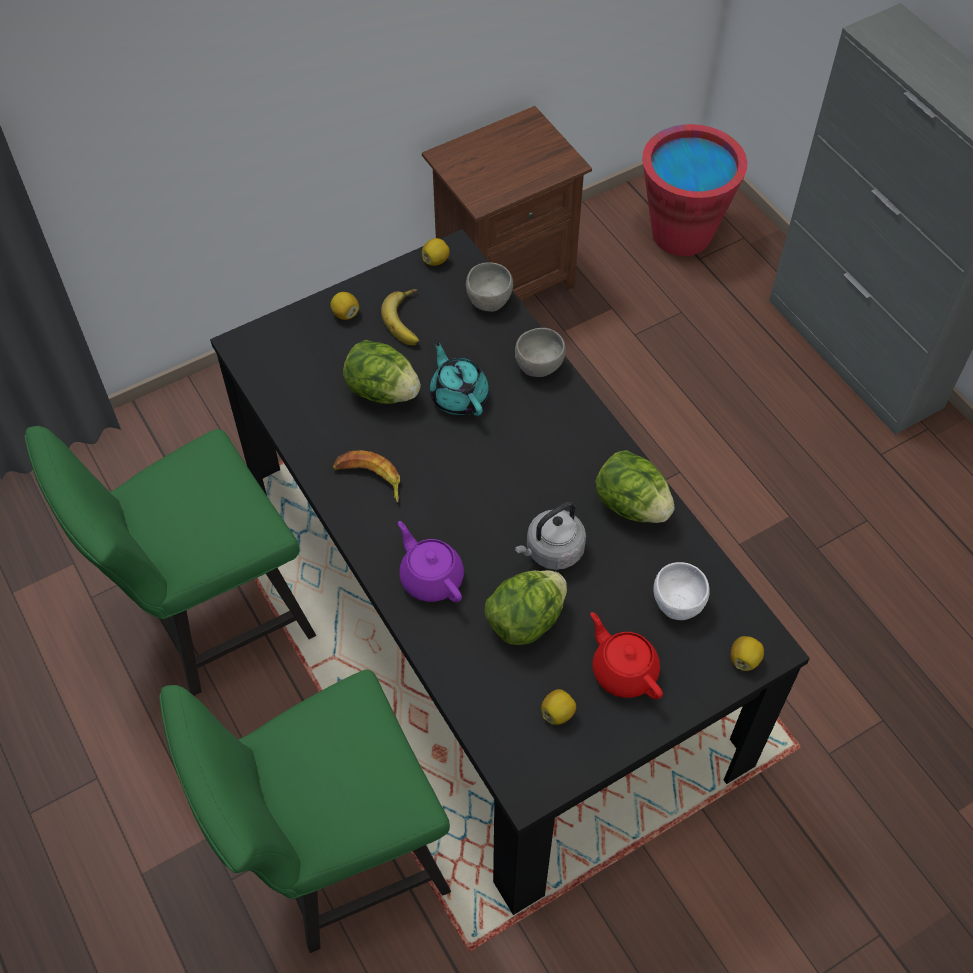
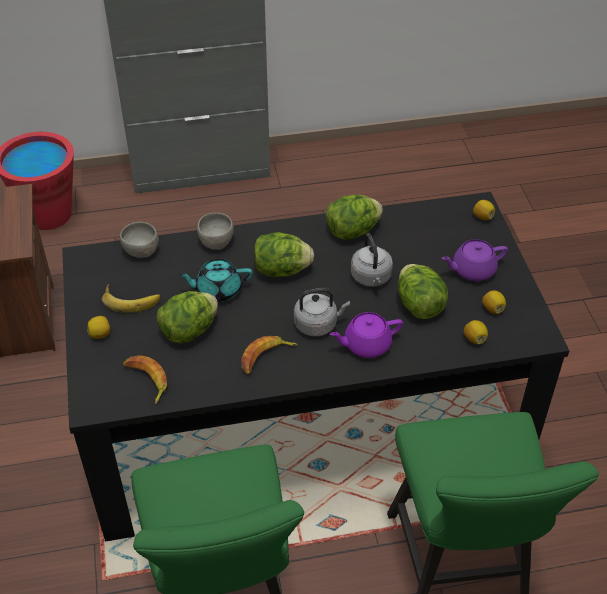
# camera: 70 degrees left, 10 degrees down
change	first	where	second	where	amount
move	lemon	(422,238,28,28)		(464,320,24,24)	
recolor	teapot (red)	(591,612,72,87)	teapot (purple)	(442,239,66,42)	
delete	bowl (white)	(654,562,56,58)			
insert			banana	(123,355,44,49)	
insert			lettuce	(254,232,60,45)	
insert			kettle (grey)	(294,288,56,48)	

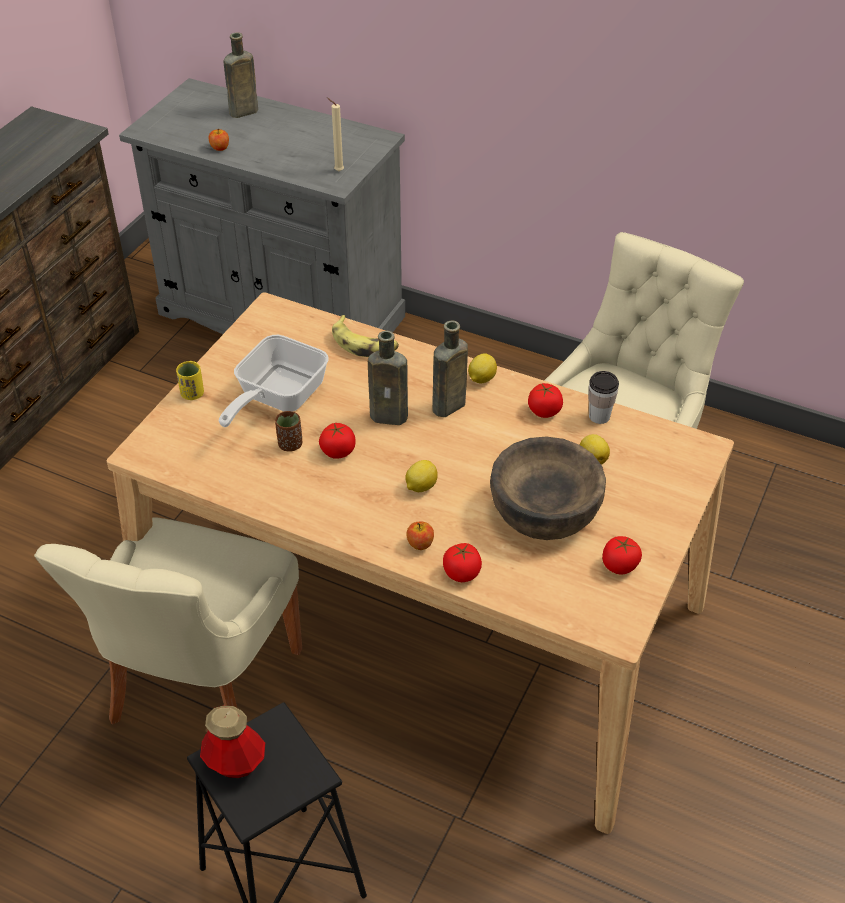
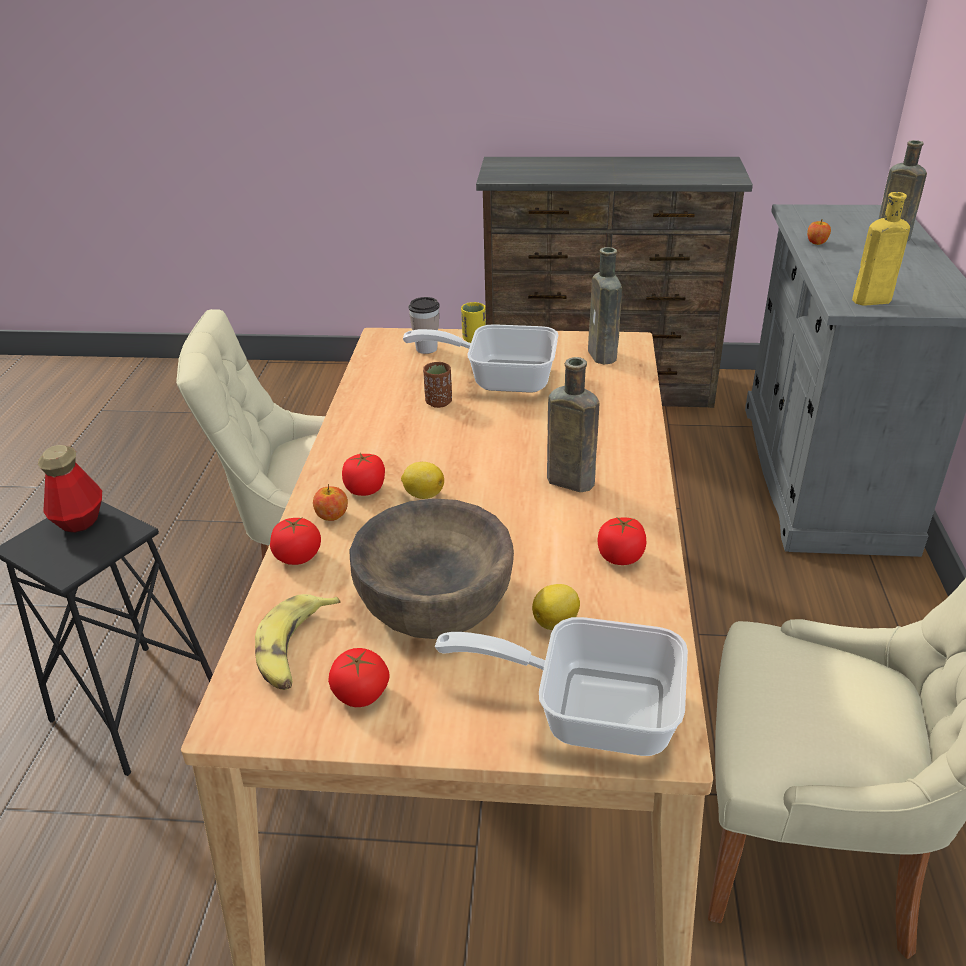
# camera: 70 degrees right, 10 degrees down
change	first	where	second	where	amount
move	tomato	(319,423,36,36)		(342,453,43,43)	
replace	candle (beige)	(327,97,17,75)	bottle (yellow)	(852,192,58,114)	
move	banana	(332,315,67,42)		(255,594,86,96)	
move	bottle (brown)	(368,331,40,94)		(588,247,34,117)	
delete	lemon	(468,353,29,30)			
move	cup	(589,371,30,53)		(408,297,32,57)	
insert			frying pan	(435,617,253,139)	

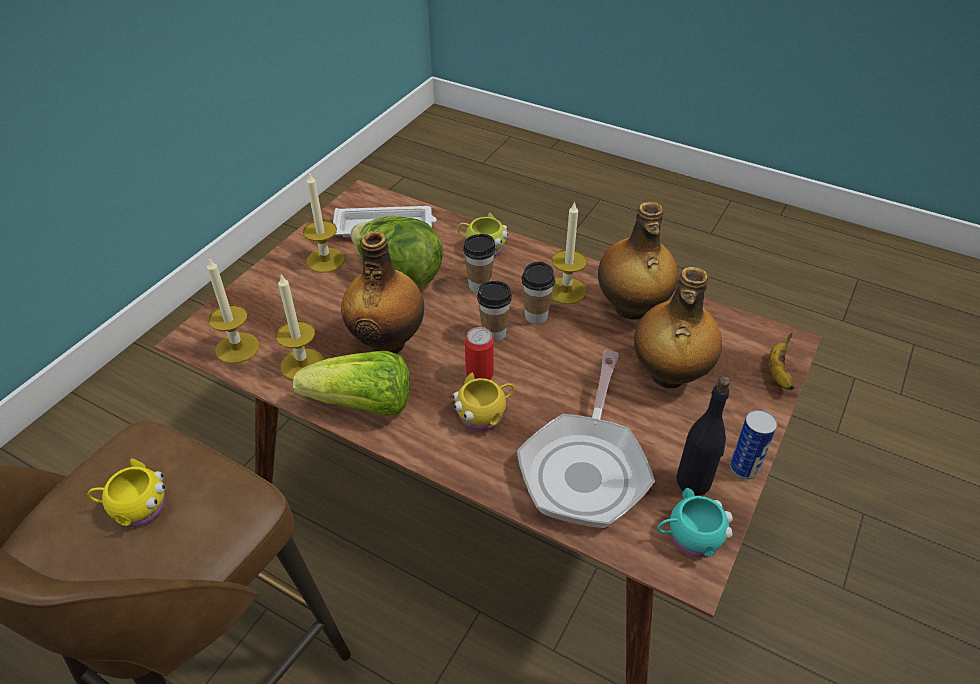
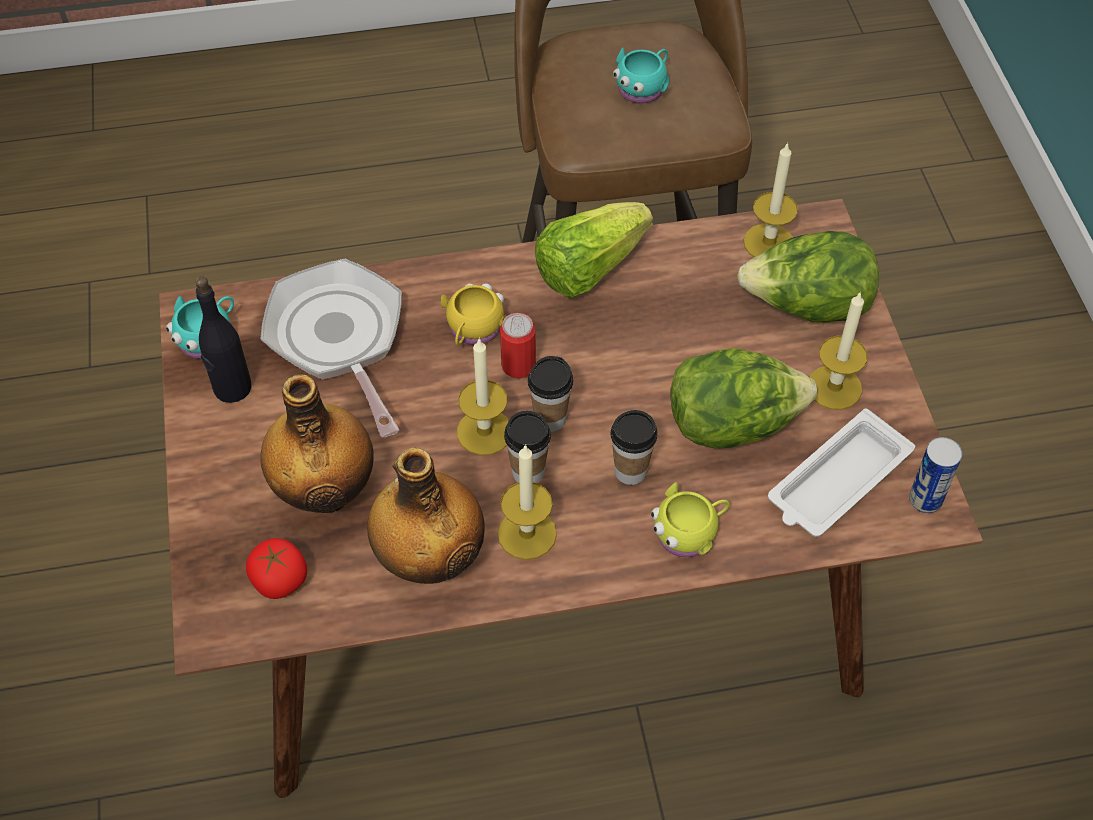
# camera: 140 degrees right, 10 degrees up
change	first	where	second	where	amount
recolor	mug (yellow)	(87,459,78,68)	mug (turquoise)	(613,47,56,57)	
move	candle	(276,274,49,106)		(457,338,52,117)	
delete	bottle	(341,231,83,123)			
move	can	(730,410,47,70)		(909,437,53,76)	
delete	banana	(769,333,26,57)			
insert			tomato	(246,538,61,61)	
insert			lettuce	(737,231,142,92)	

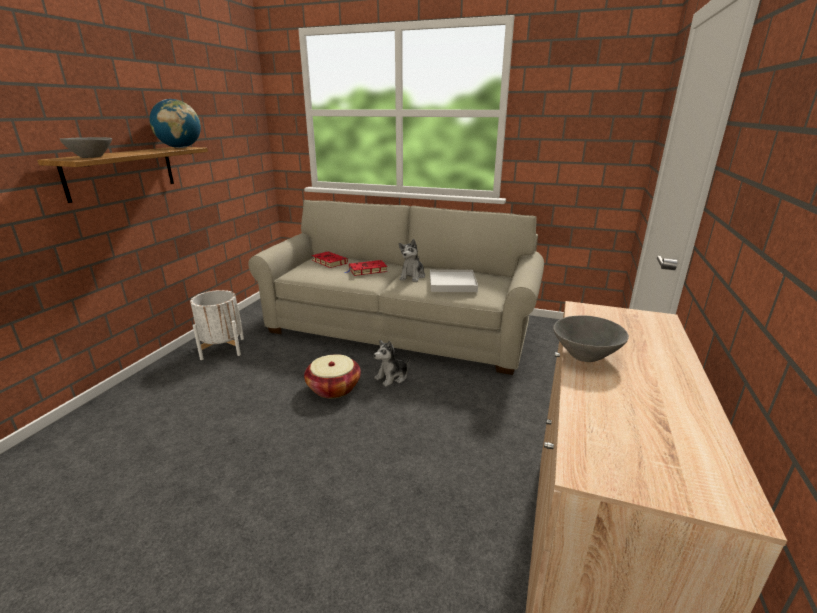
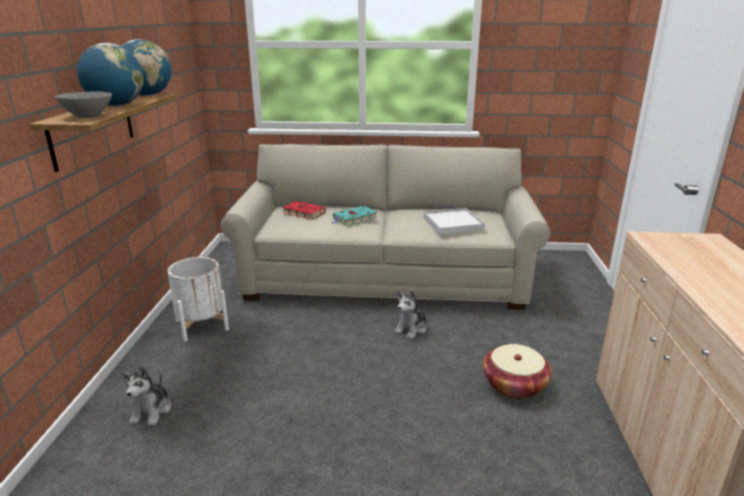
# camera: 15 degrees left, 0 degrees up
change	first	where	second	where	amount
move	basket	(304,354,57,44)		(483,344,69,55)	
recolor	book (red)	(345,260,43,16)	book (turquoise)	(332,206,45,20)	
move	plush toy	(399,239,26,43)		(121,366,50,60)	
delete	bowl (grey)	(553,315,76,47)			
insert			globe	(77,43,67,63)	

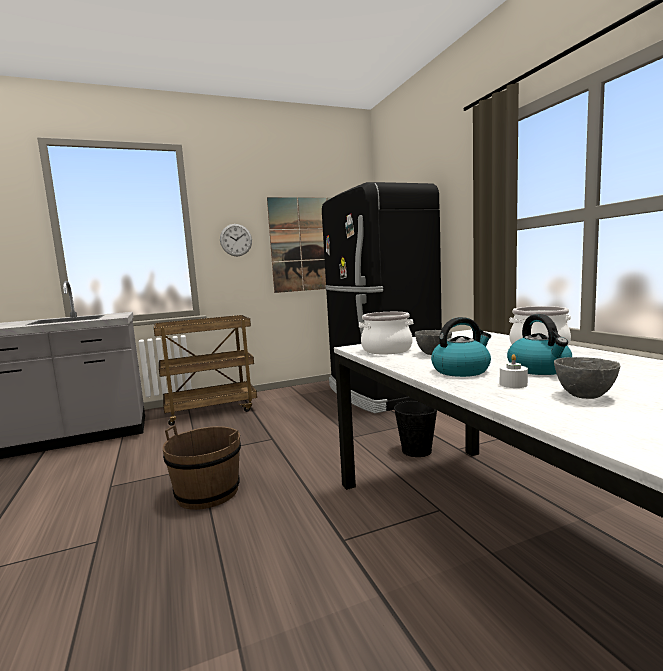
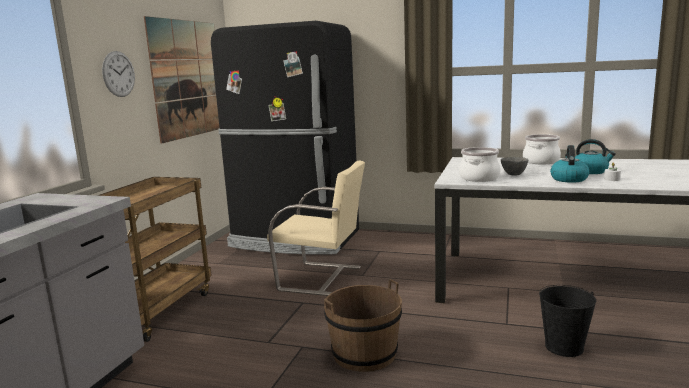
# camera: 50 degrees left, 5 degrees up
change	first	where	second	where	amount
move	bucket (black)	(394,400,43,57)		(539,285,57,72)	
delete	bowl (grey)	(554,357,66,42)			
insert			chair (beige)	(267,160,98,136)	

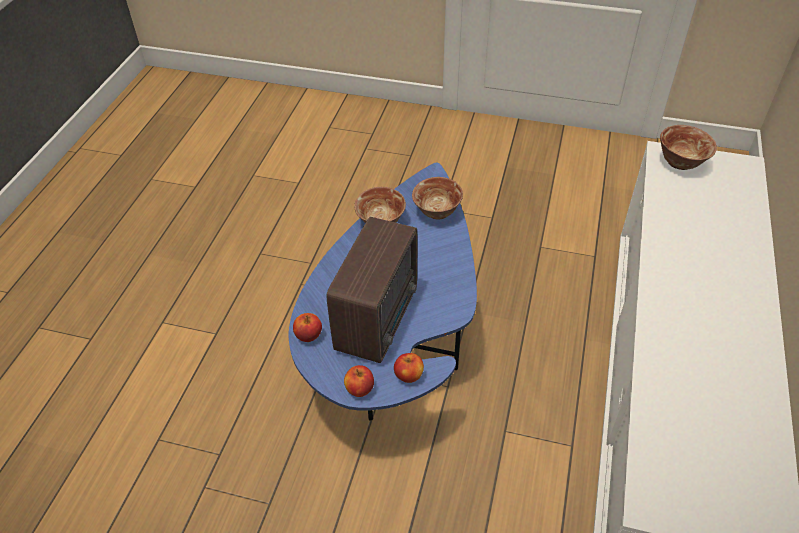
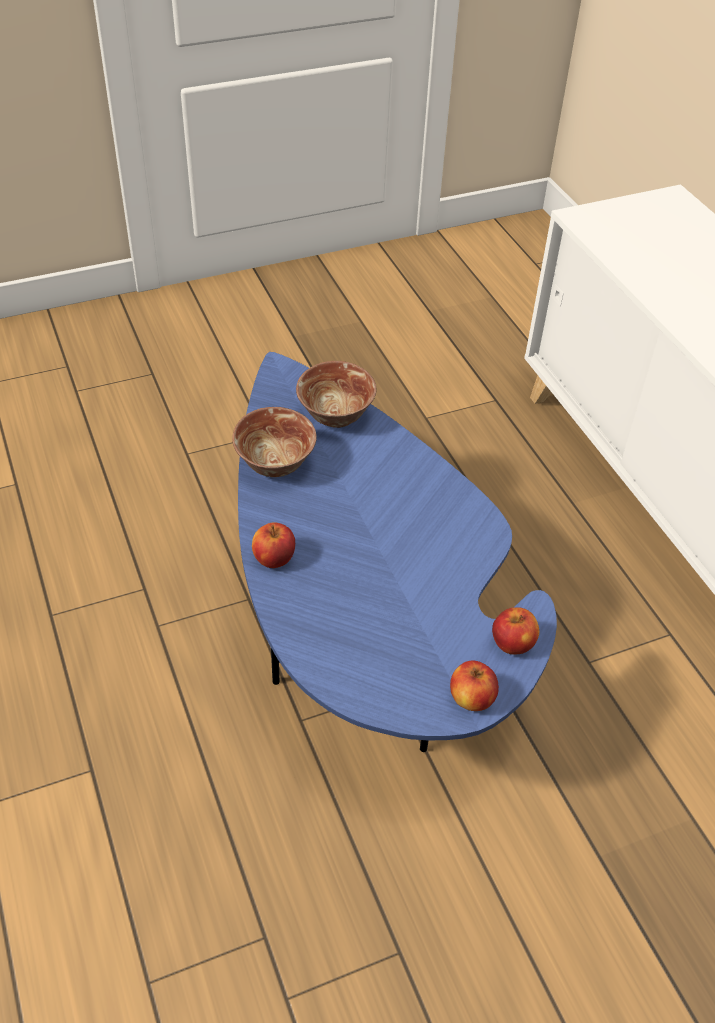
# camera: 40 degrees left, 0 degrees up
change	first	where	second	where	amount
move	apple	(293,313,29,29)		(252,522,43,46)	
delete	radio	(327,217,90,146)			
delete	bowl	(660,125,57,45)			

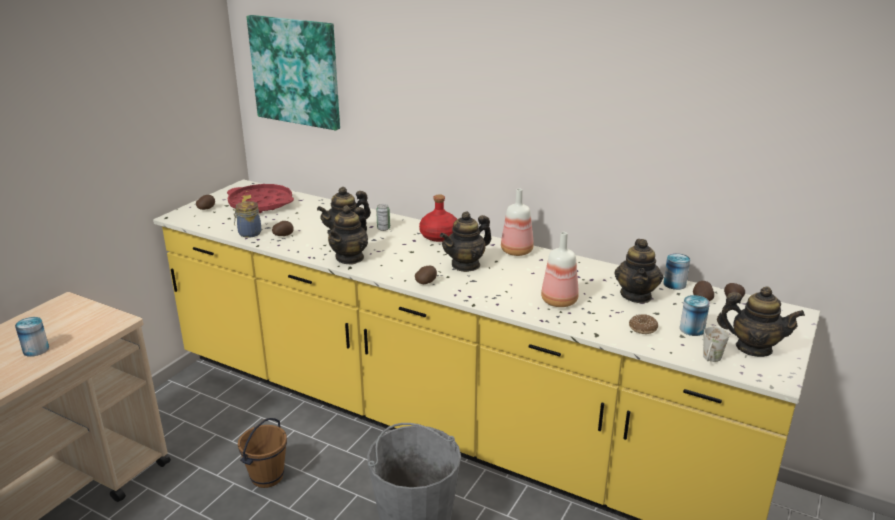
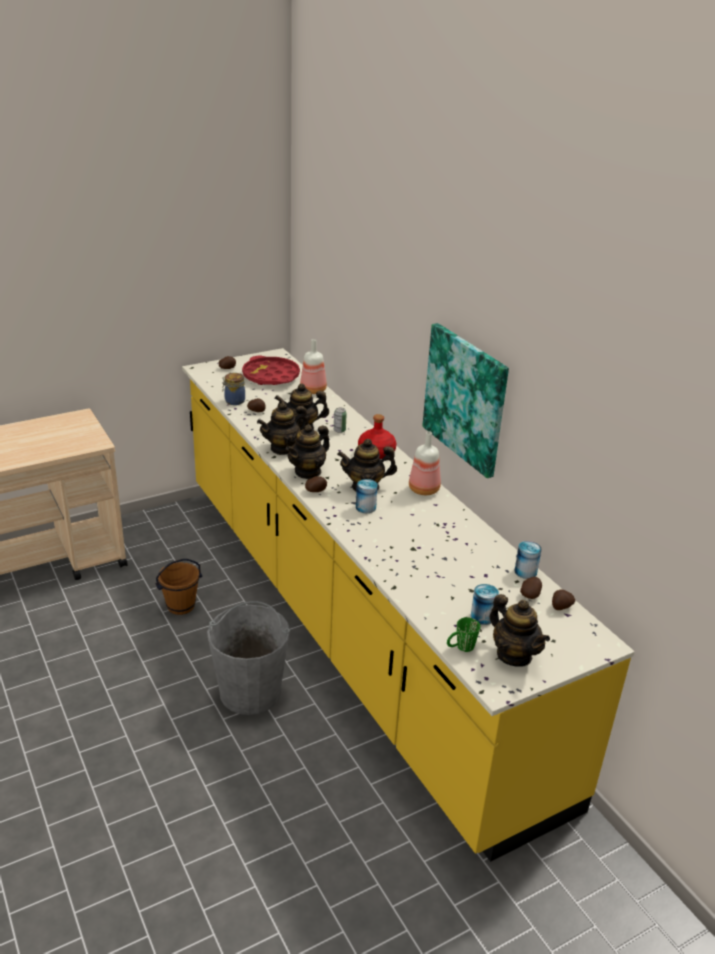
# camera: 30 degrees right, 5 degrees up
change	first	where	second	where	amount
move	can	(15,317,34,40)		(356,479,22,34)	
move	picture	(247,15,93,115)		(422,323,87,155)	
move	bottle	(541,232,38,75)		(300,339,27,55)	
move	teapot	(614,239,49,64)		(286,424,44,55)	
delete	donut	(629,314,29,20)			
recolor	mug (white)	(703,327,26,35)	mug (green)	(447,617,33,35)	

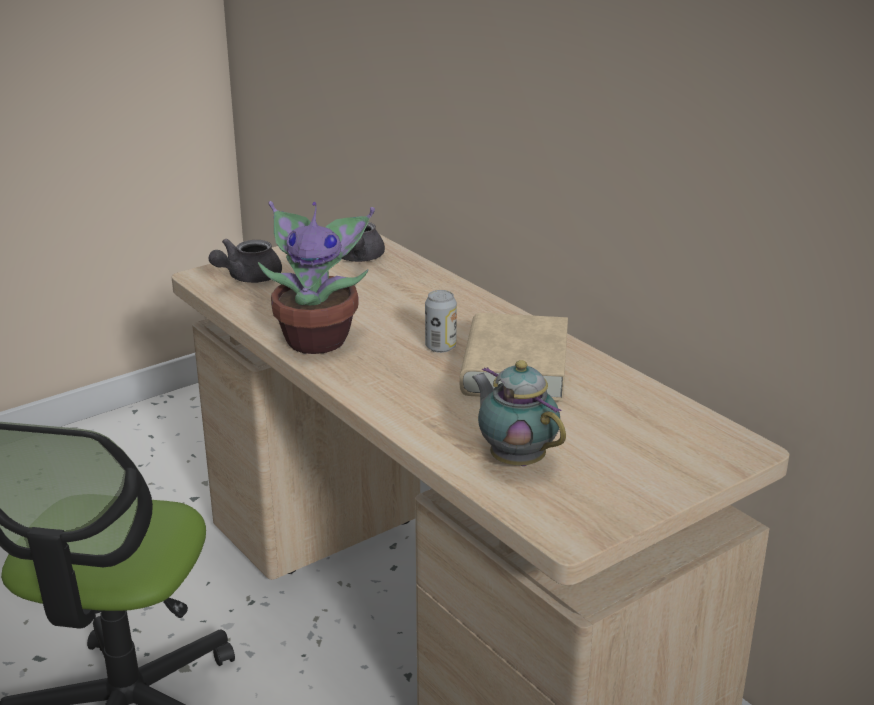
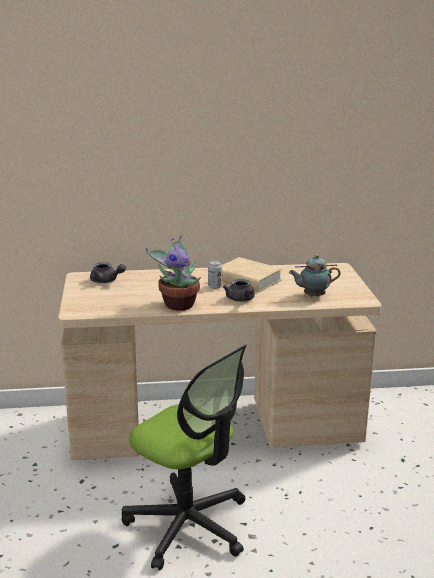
# camera: 60 degrees left, 5 degrees down
change	first	where	second	where	amount
move	teapot (grey)	(209,239,73,44)		(223,279,32,23)	

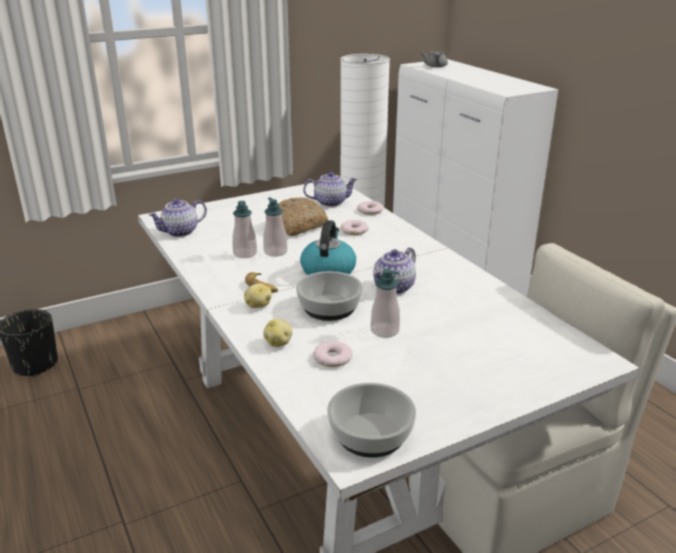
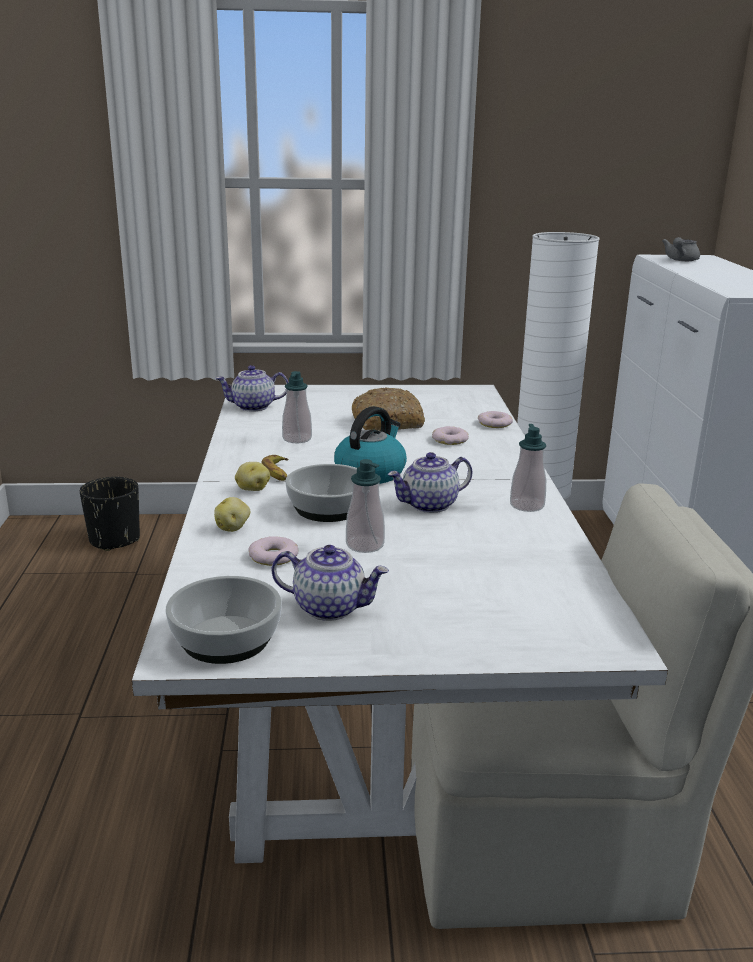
# camera: 25 degrees right, 5 degrees down
change	first	where	second	where	amount
move	soap dispenser	(263,197,24,60)		(510,424,36,88)	
move	teapot	(303,172,55,35)		(271,545,118,76)	

